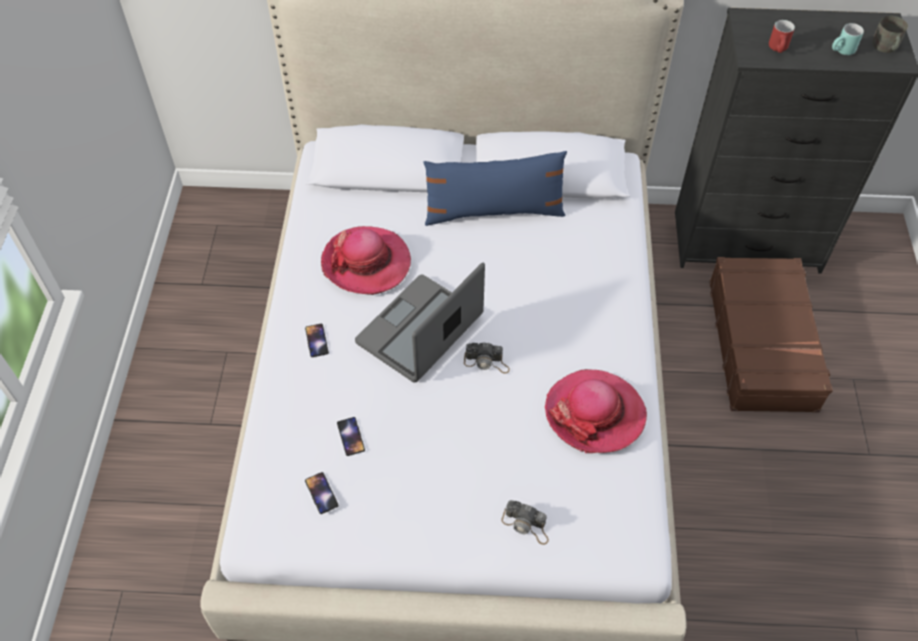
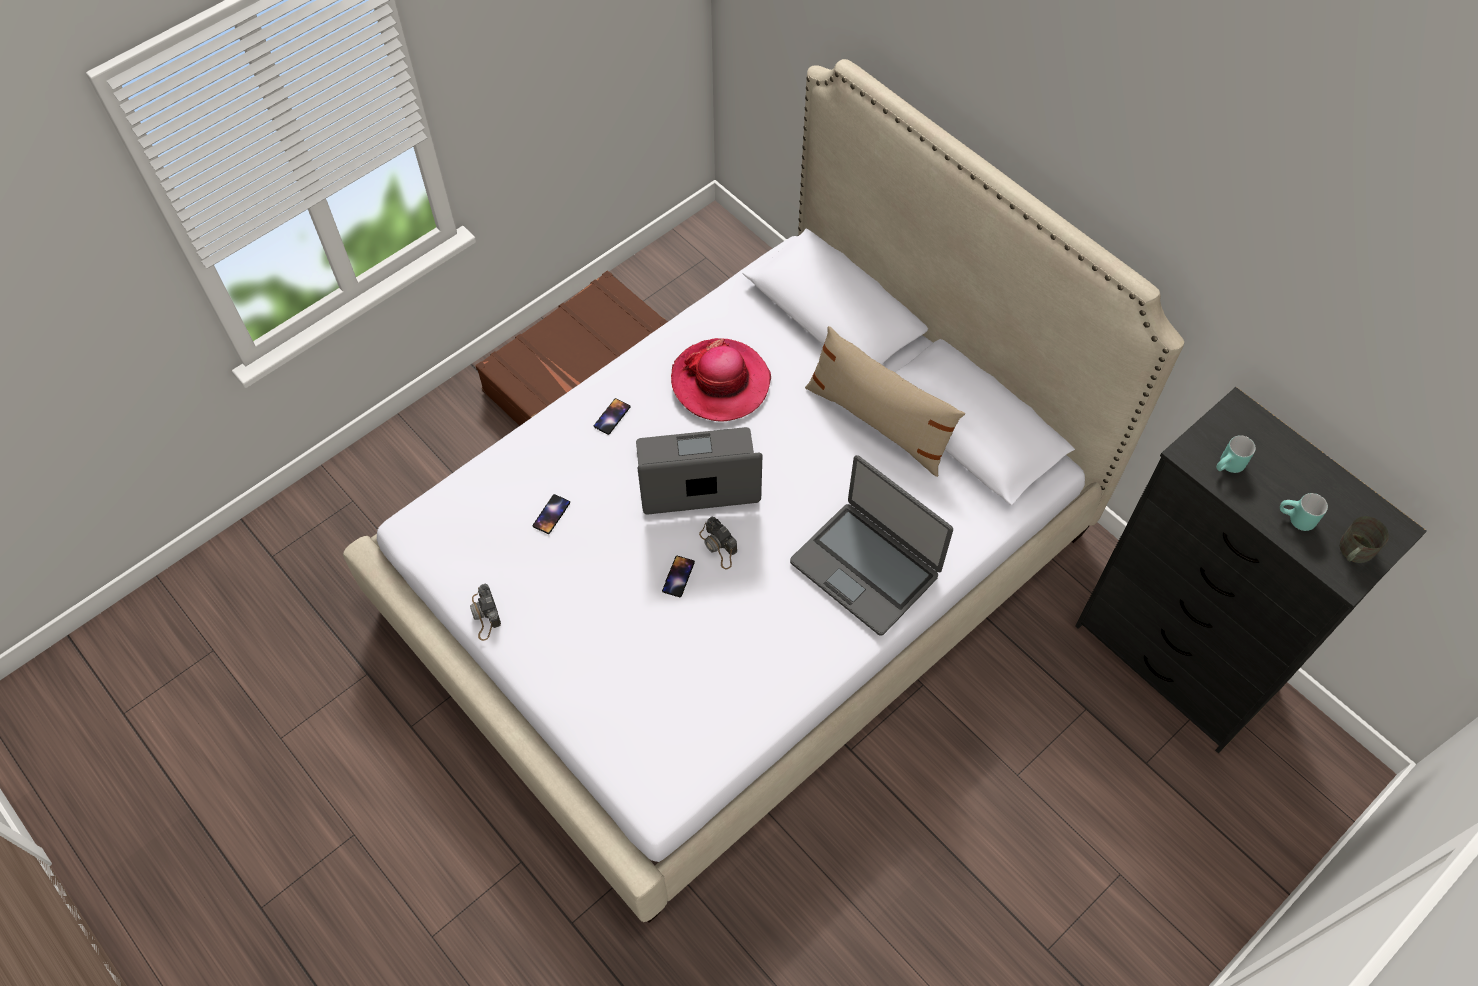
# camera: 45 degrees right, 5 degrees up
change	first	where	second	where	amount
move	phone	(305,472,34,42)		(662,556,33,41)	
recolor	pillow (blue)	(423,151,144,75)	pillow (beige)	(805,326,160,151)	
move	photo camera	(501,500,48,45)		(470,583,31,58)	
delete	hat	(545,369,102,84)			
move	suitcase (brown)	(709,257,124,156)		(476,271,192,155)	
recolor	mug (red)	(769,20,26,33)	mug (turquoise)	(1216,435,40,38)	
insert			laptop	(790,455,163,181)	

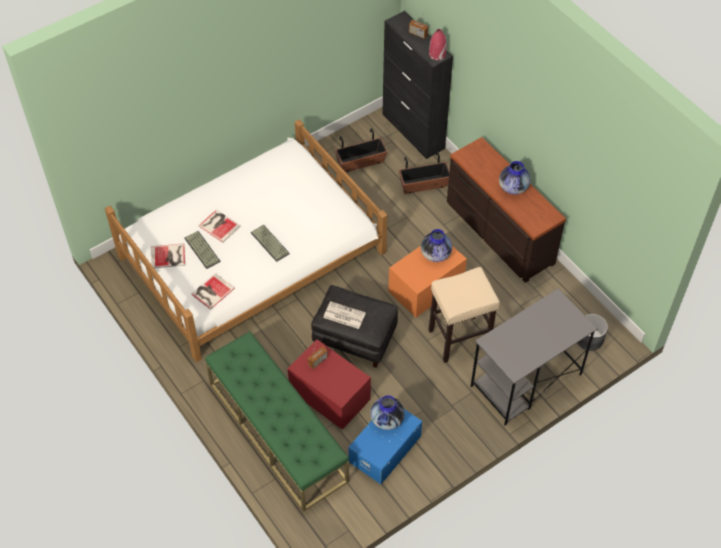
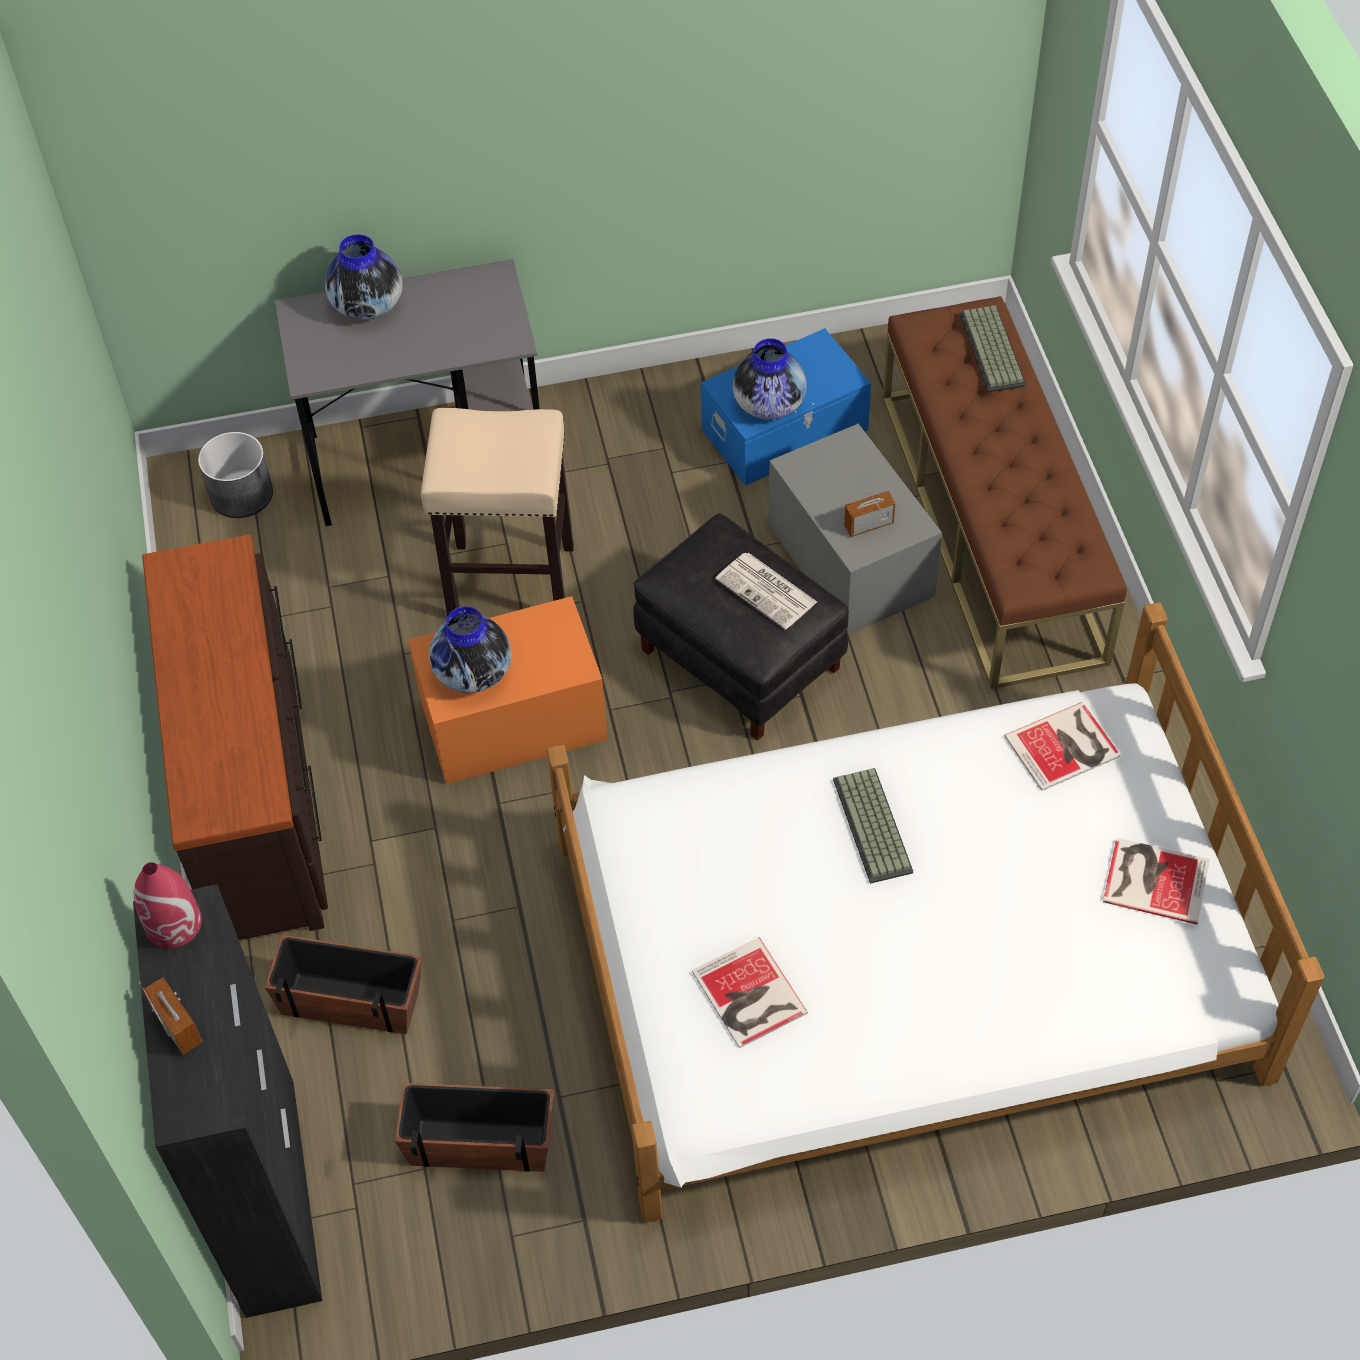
# camera: 155 degrees left, 0 degrees up
change	first	where	second	where	amount
move	keyboard	(184,231,37,38)		(960,305,66,87)	
move	book	(199,210,42,33)		(692,937,116,111)	
recolor	bench (green)	(205,331,144,180)	bench (brown)	(882,296,245,393)	
recolor	storage box (red)	(288,339,83,91)	storage box (grey)	(769,424,173,211)	
move	vase	(499,161,31,33)		(325,234,78,86)	

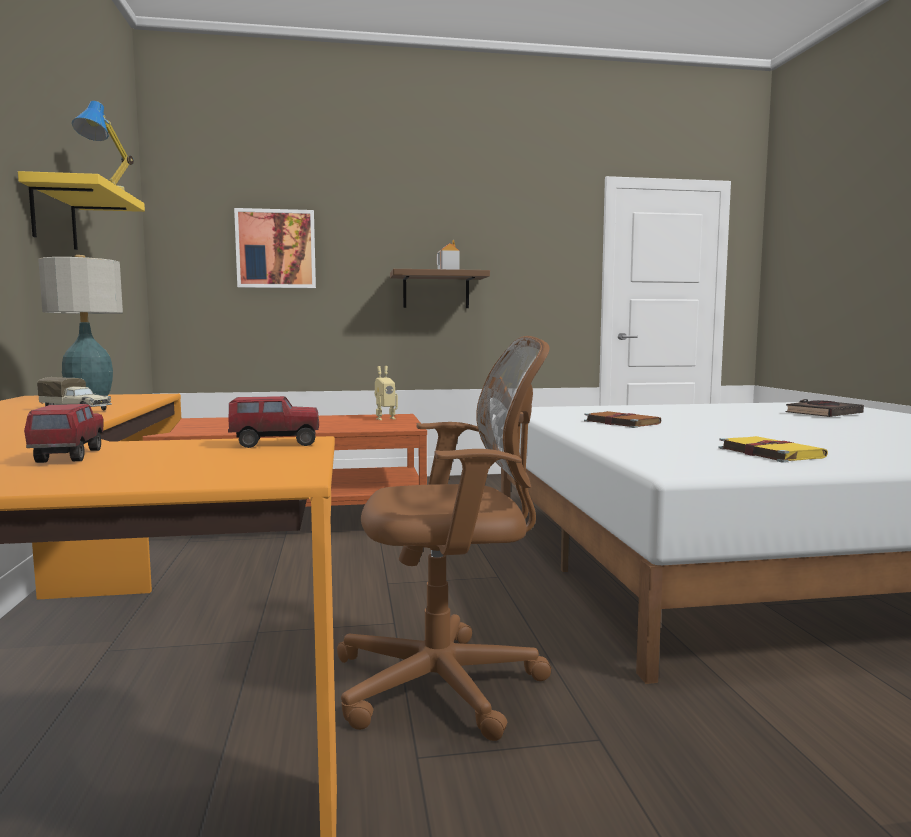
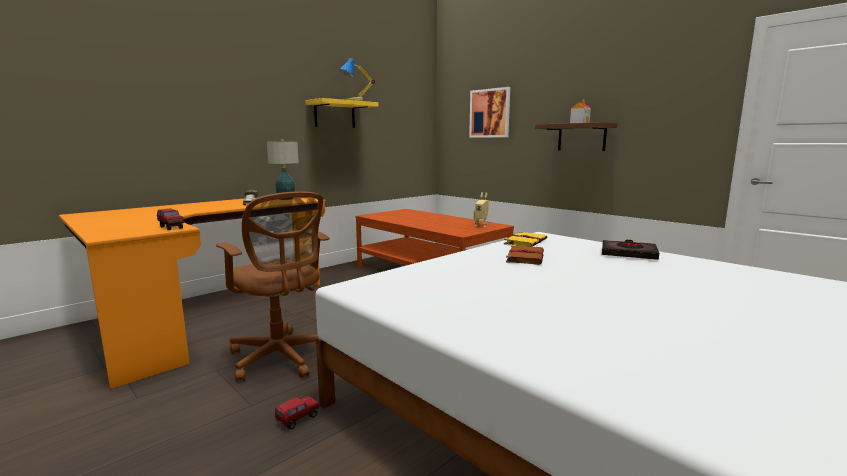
# camera: 55 degrees right, 5 degrees up
change	first	where	second	where	amount
move	toy truck	(24,404,80,59)		(275,396,44,33)	
move	book (yellow)	(719,436,109,27)		(504,232,43,15)	
move	book (black)	(785,399,79,18)		(602,240,57,20)	

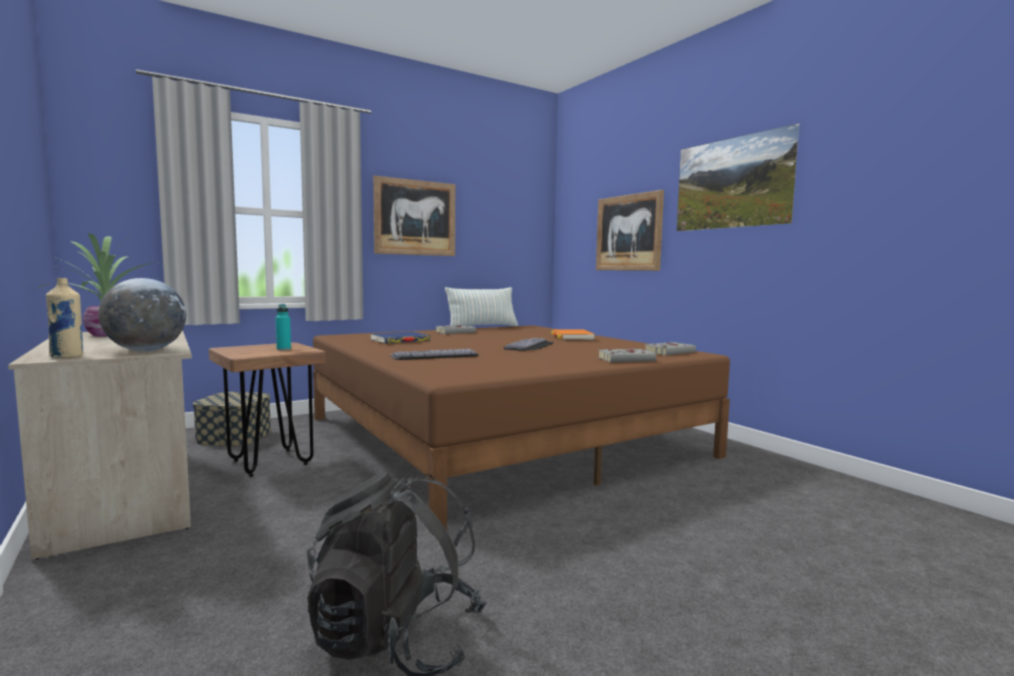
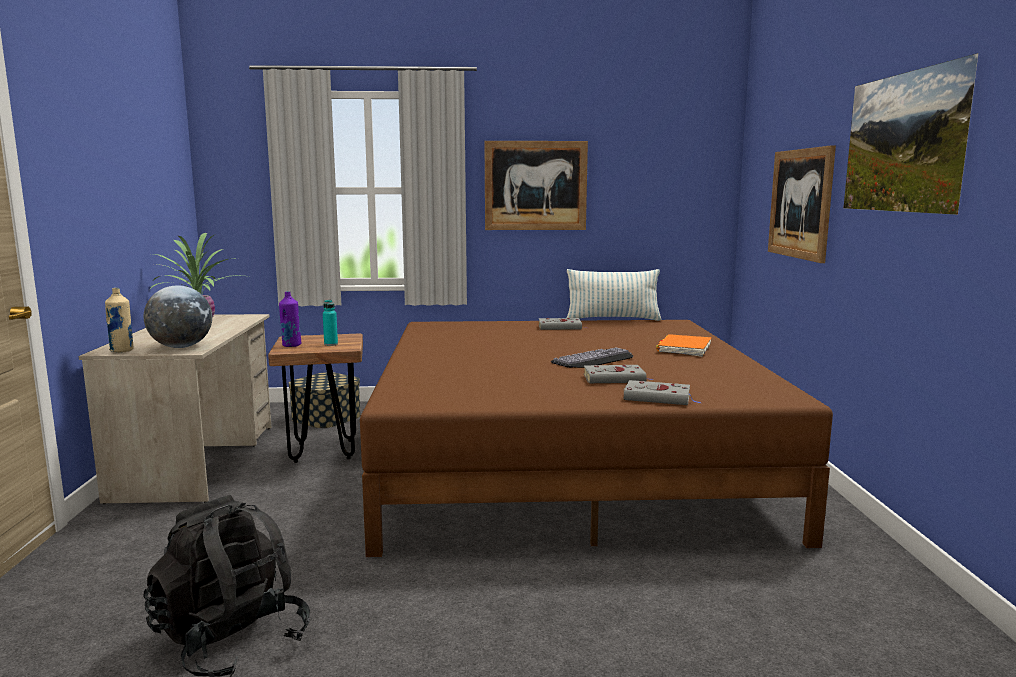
# camera: 30 degrees right, 5 degrees up
change	first	where	second	where	amount
delete	book (blue)	(370,331,61,13)			
delete	keyboard	(390,349,89,11)			
move	book (grey)	(645,342,51,13)		(584,365,69,18)	
insert			bottle (purple)	(279,291,23,56)	

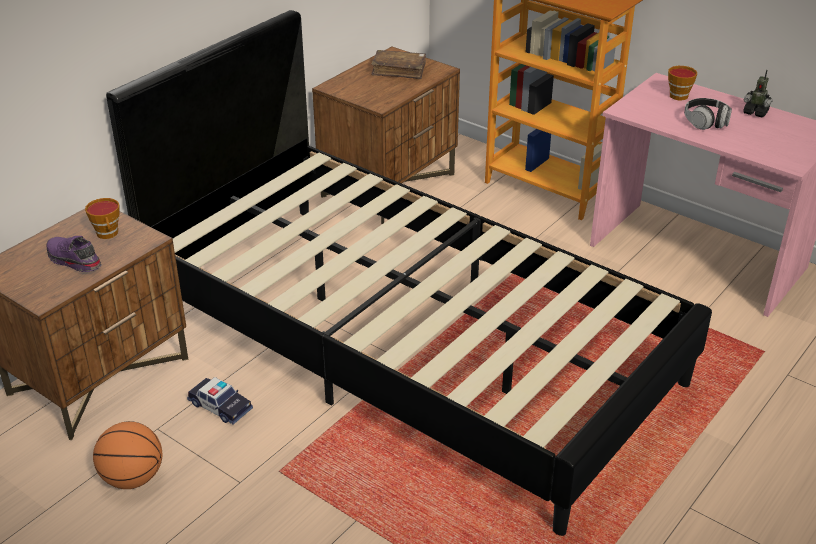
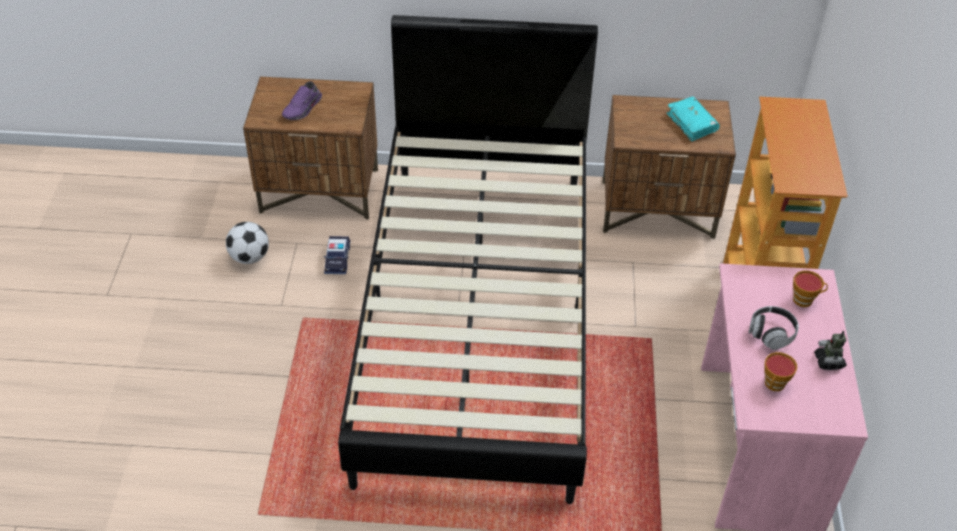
# camera: 55 degrees right, 10 degrees up
change	first	where	second	where	amount
rotate	shoe (purple)	(46,236,55,36)		(282,81,40,39)	150 degrees counterclockwise
move	cup	(85,198,35,41)		(764,352,33,39)	
replace	basketball	(93,421,70,68)	football	(226,222,43,42)	
recolor	book (brown)	(371,50,55,29)	book (turquoise)	(666,97,54,45)	

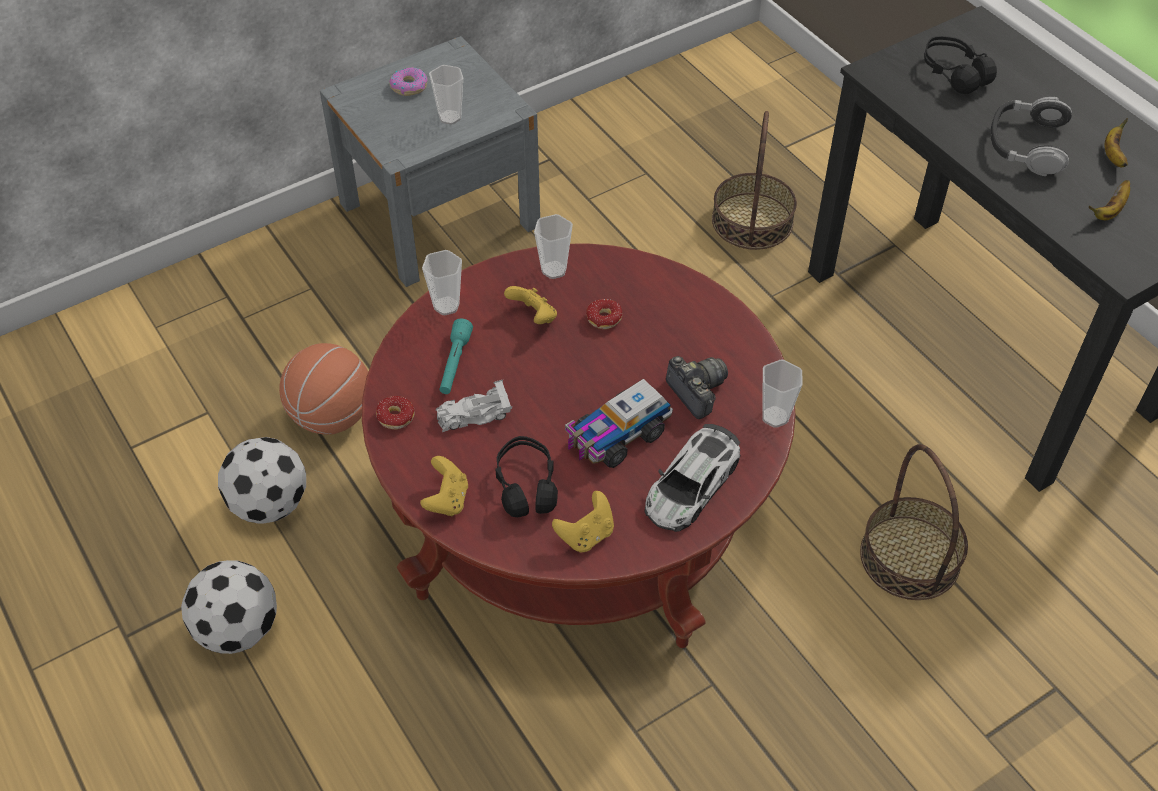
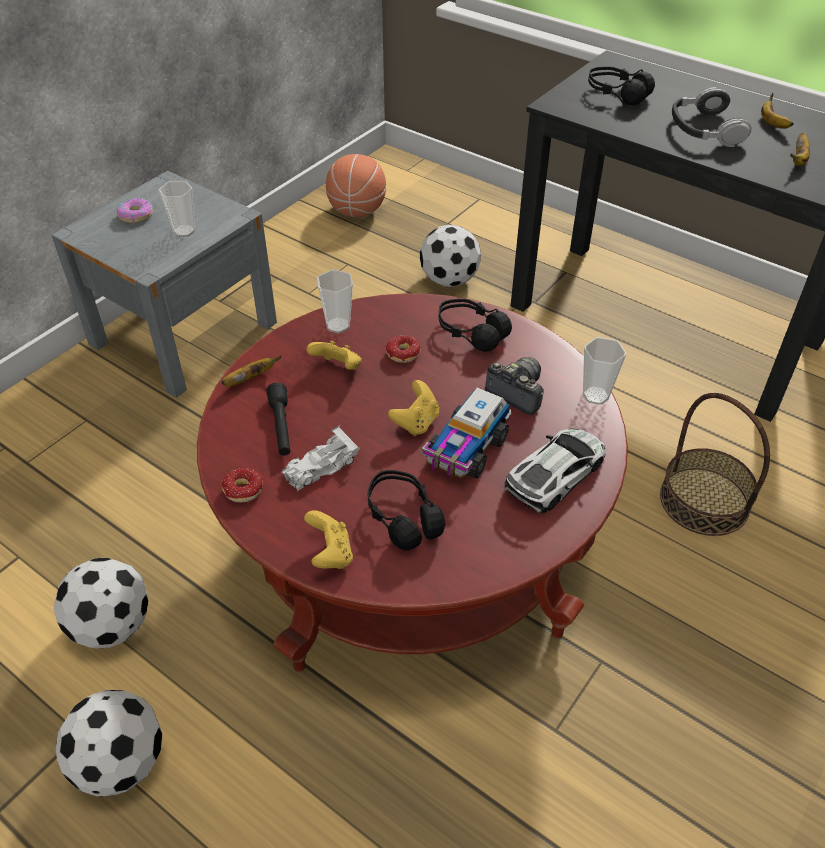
# camera: 20 degrees left, 5 degrees down
change	first	where	second	where	amount
move	basketball	(279,343,89,92)		(326,154,60,63)	
replace	cup	(422,250,40,65)	banana	(222,355,60,31)	
recolor	flashlight (turquoise)	(439,319,34,75)	flashlight (black)	(267,382,23,73)	
move	game controller (yellow)	(552,491,62,61)		(388,380,51,56)	
rotate	toy car	(645,424,95,108)		(505,428,101,85)	150 degrees counterclockwise
replace	basket	(712,111,85,139)	football	(420,225,61,62)	
insert			headphones (black)	(439,299,73,53)	

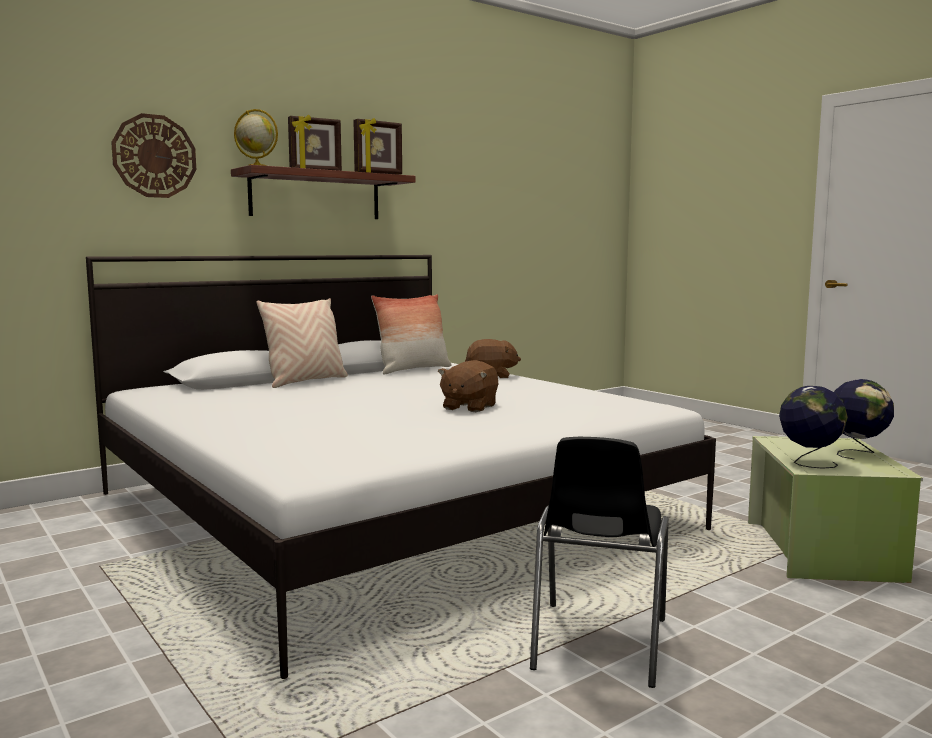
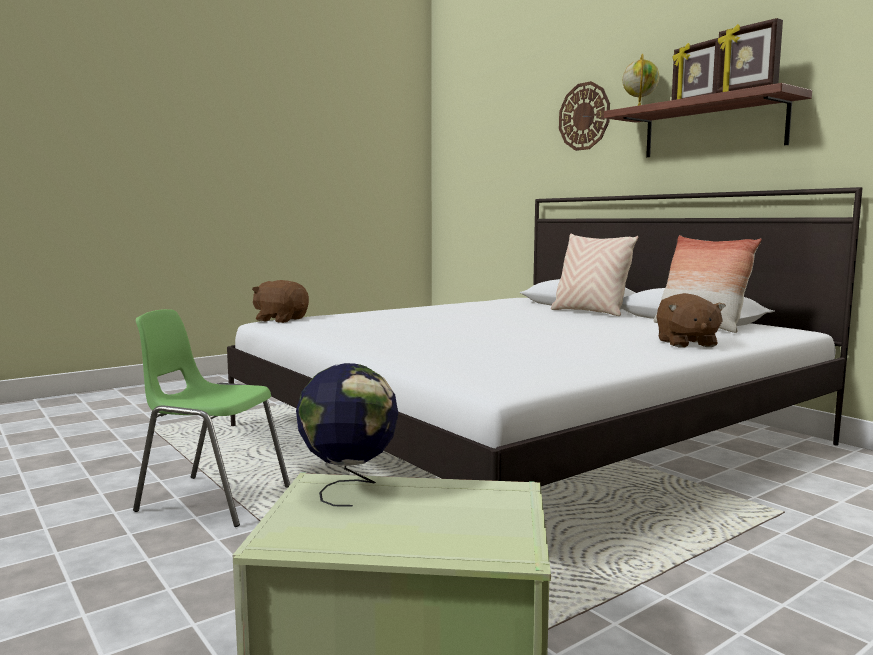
# camera: 90 degrees right, 0 degrees up
change	first	where	second	where	amount
move	plush toy (brown)	(438,360,60,52)		(252,280,57,43)	
recolor	chair (black)	(530,437,139,251)	chair (green)	(133,309,157,218)	
delete	globe	(834,379,60,80)			

